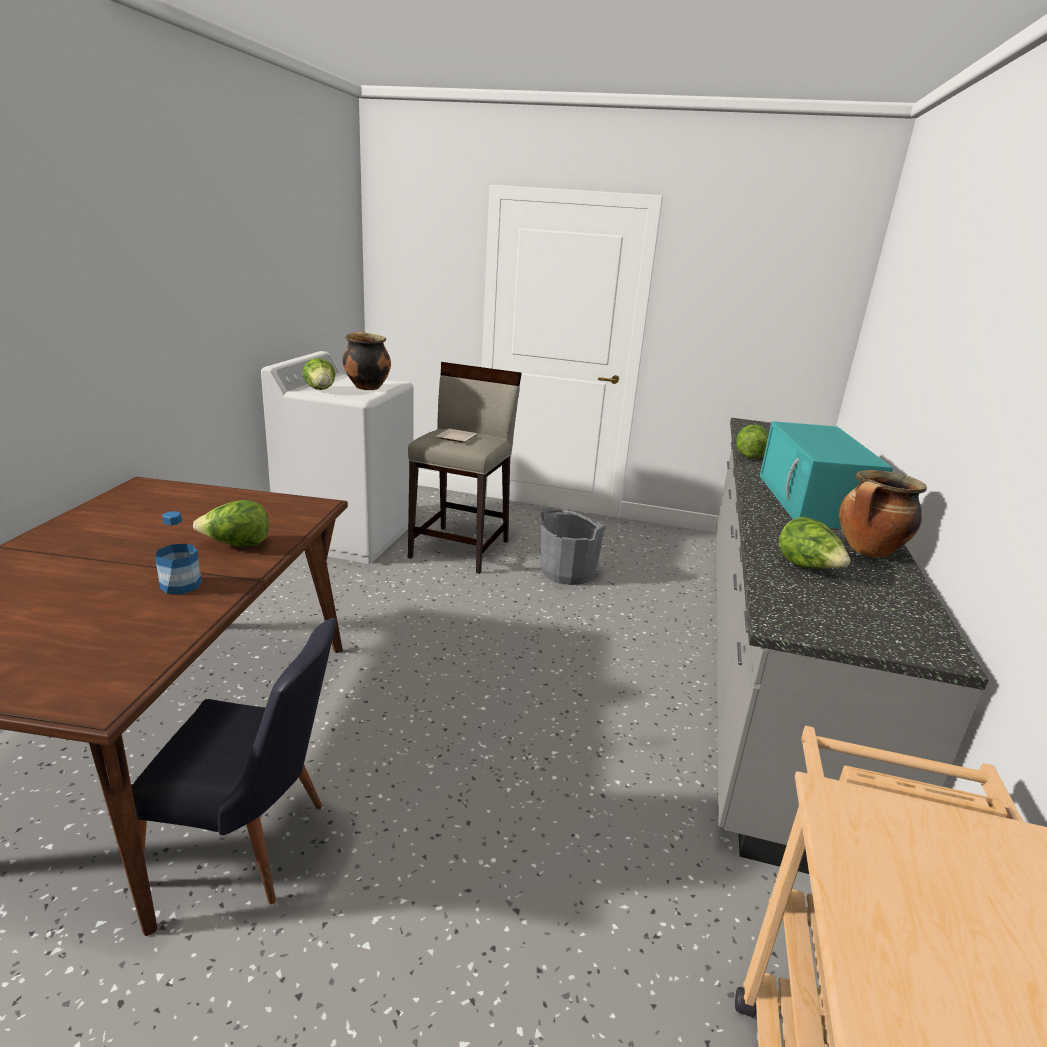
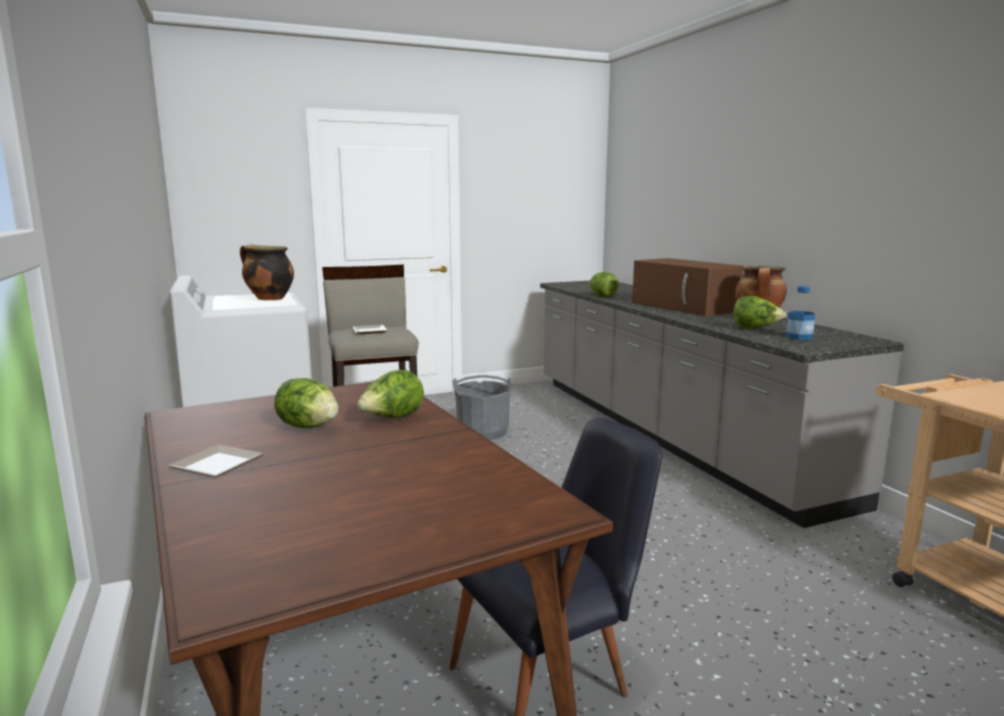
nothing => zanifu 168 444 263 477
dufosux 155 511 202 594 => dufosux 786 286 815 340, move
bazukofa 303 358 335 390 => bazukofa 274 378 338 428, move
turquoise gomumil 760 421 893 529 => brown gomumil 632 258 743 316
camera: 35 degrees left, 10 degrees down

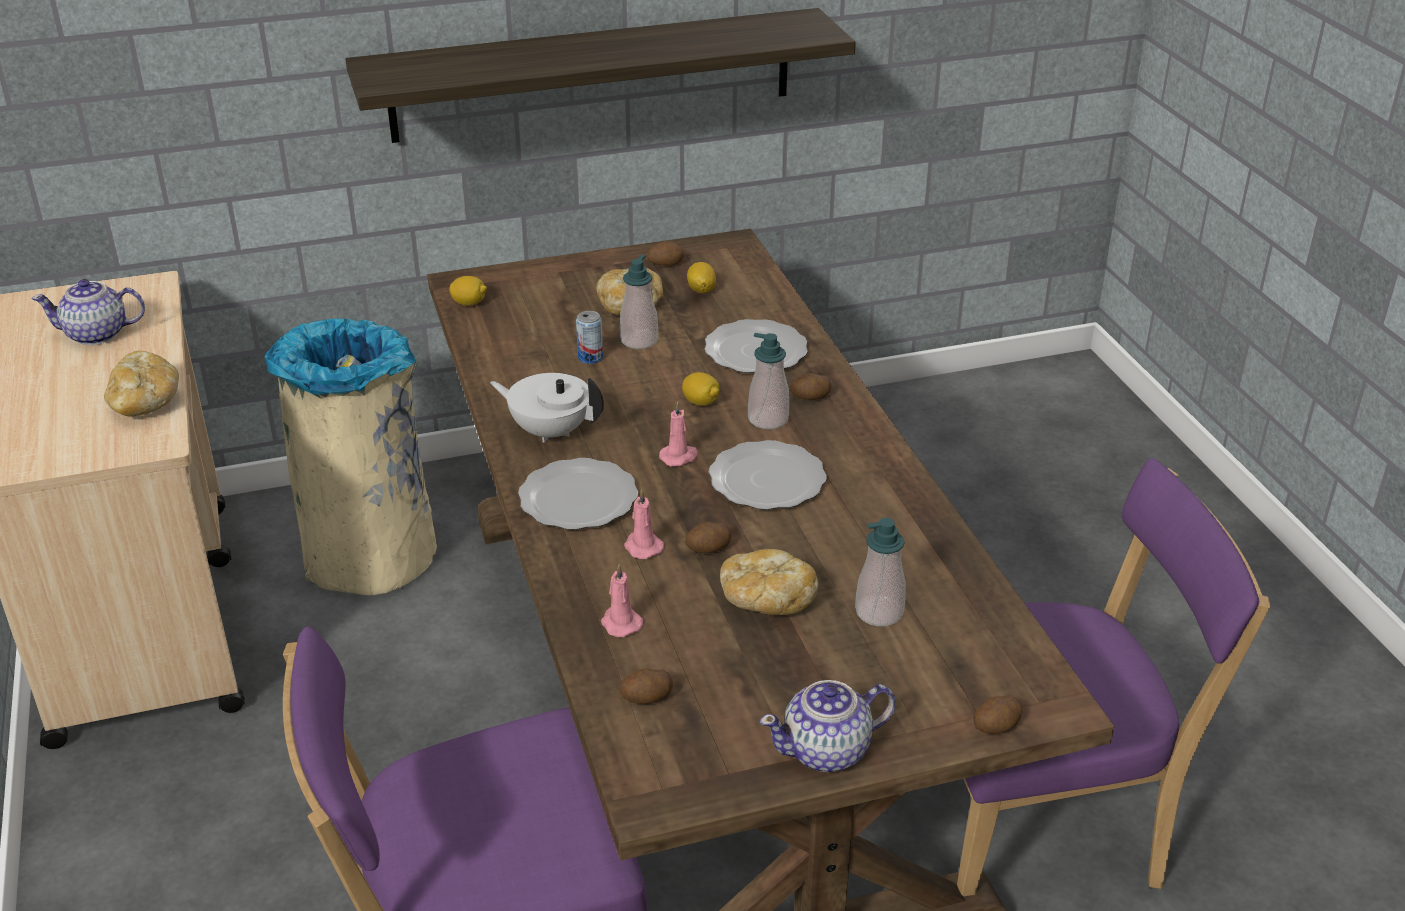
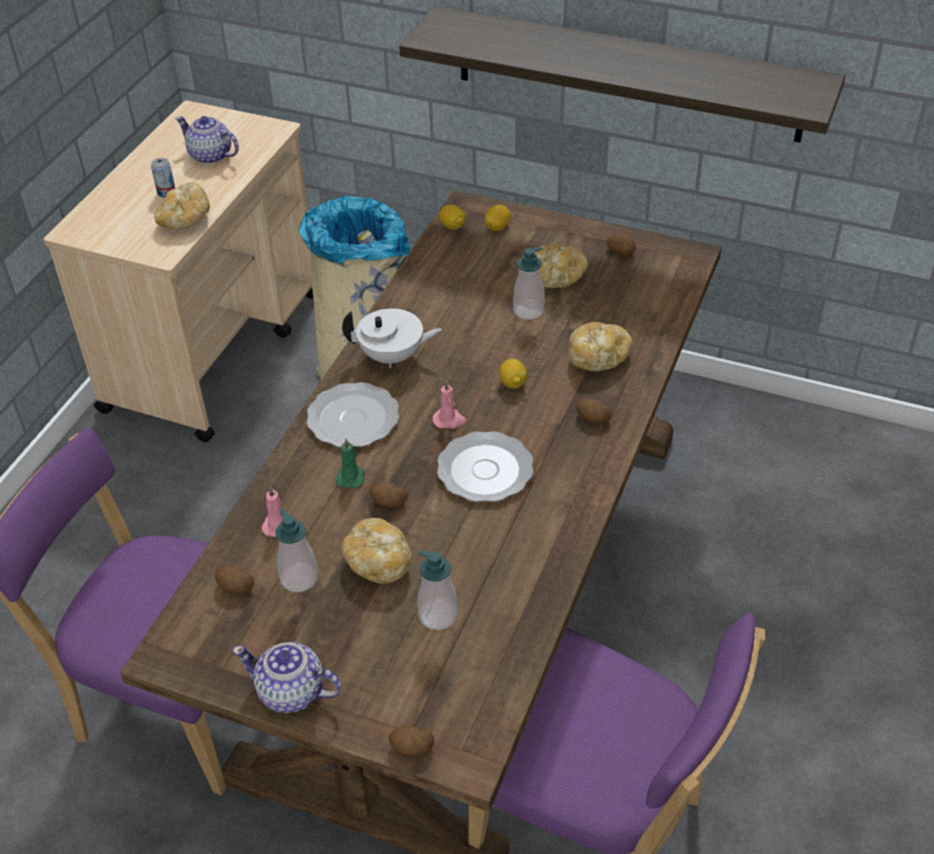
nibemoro 576 311 603 364 => nibemoro 151 158 175 197, move
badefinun 687 262 716 293 => badefinun 485 205 511 231, move
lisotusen 748 333 789 429 => lisotusen 275 508 318 592, move
zanifu 704 319 808 373 => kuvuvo 569 322 632 371
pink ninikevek 624 489 664 559 => green ninikevek 335 438 365 488
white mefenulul 490 373 604 443 => white mefenulul 342 309 442 368, 120 degrees clockwise
camera: 40 degrees right, 10 degrees up

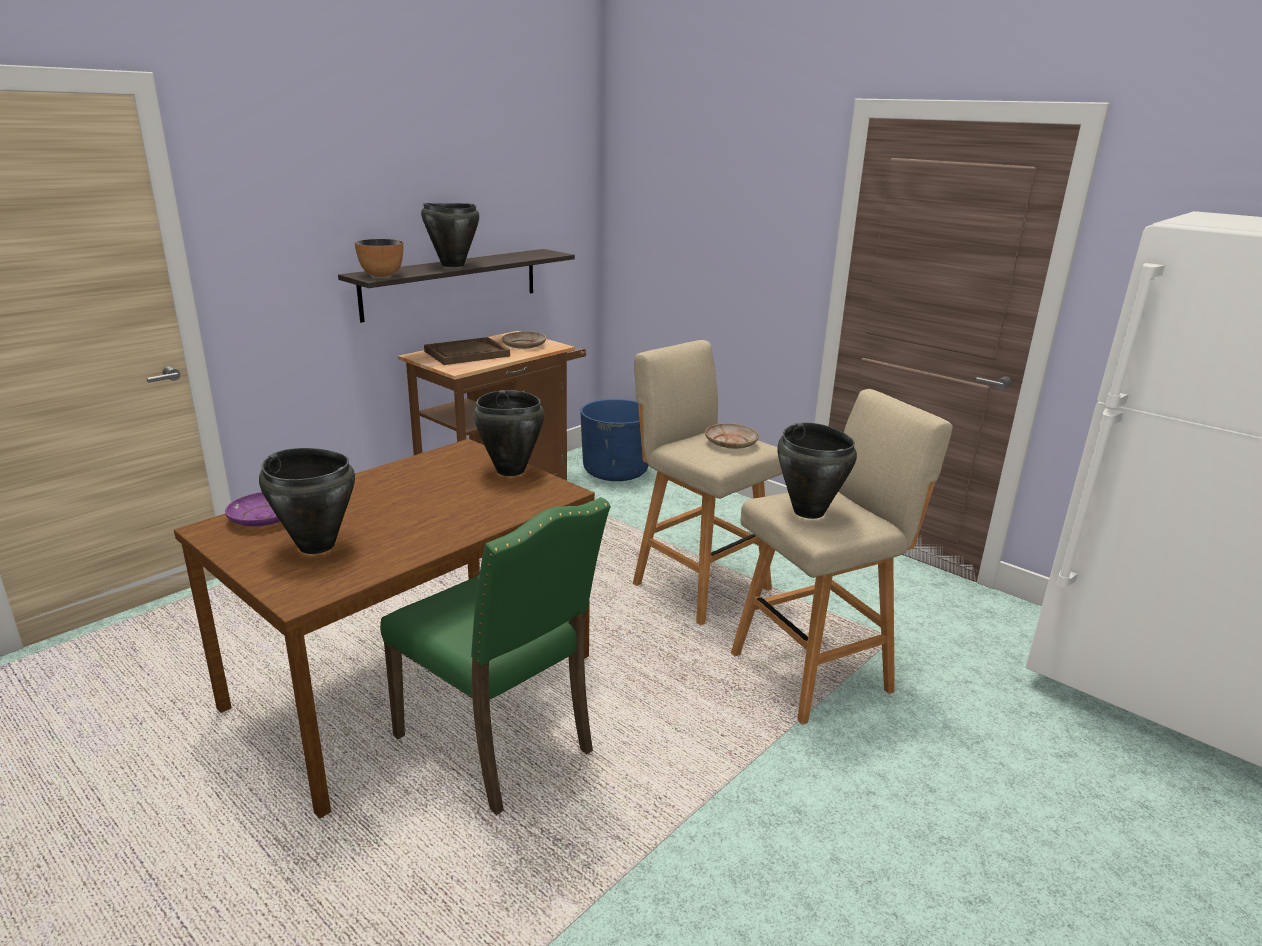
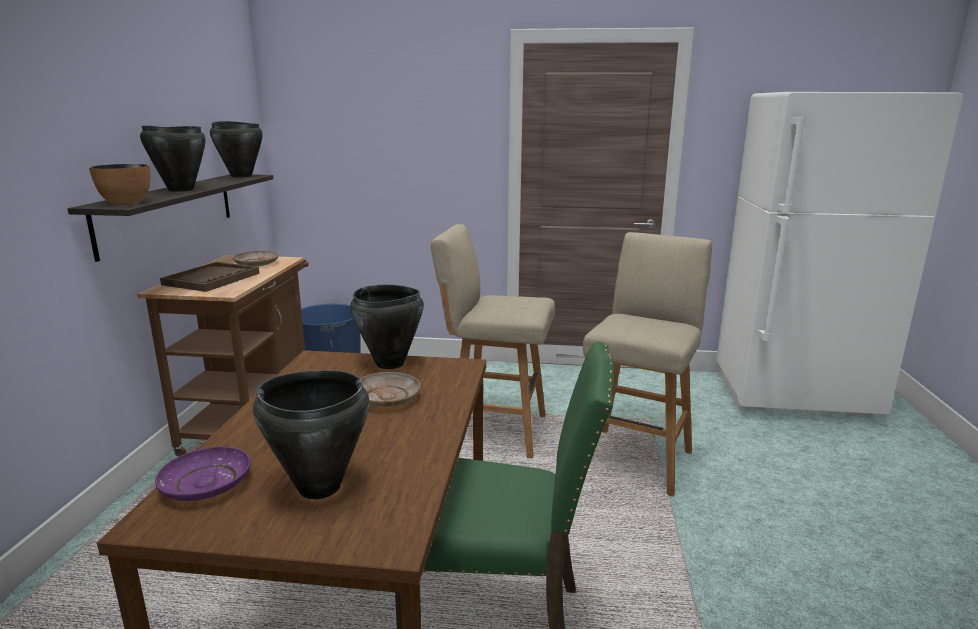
beige zanifu 705 423 759 449 => beige zanifu 361 372 421 407, move
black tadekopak 777 422 857 519 => black tadekopak 210 121 263 178, move
camera: 35 degrees left, 5 degrees down

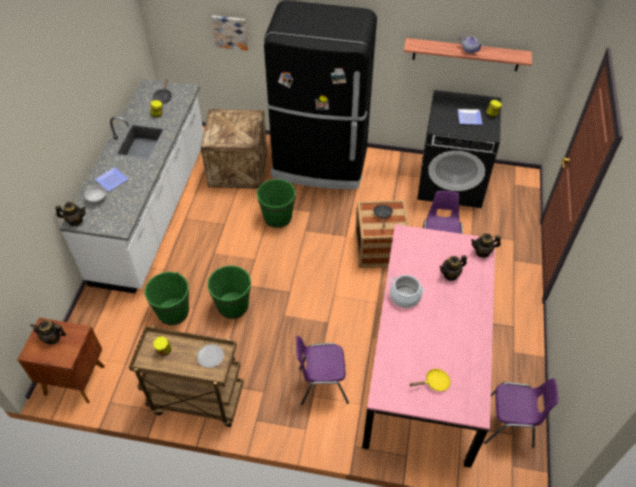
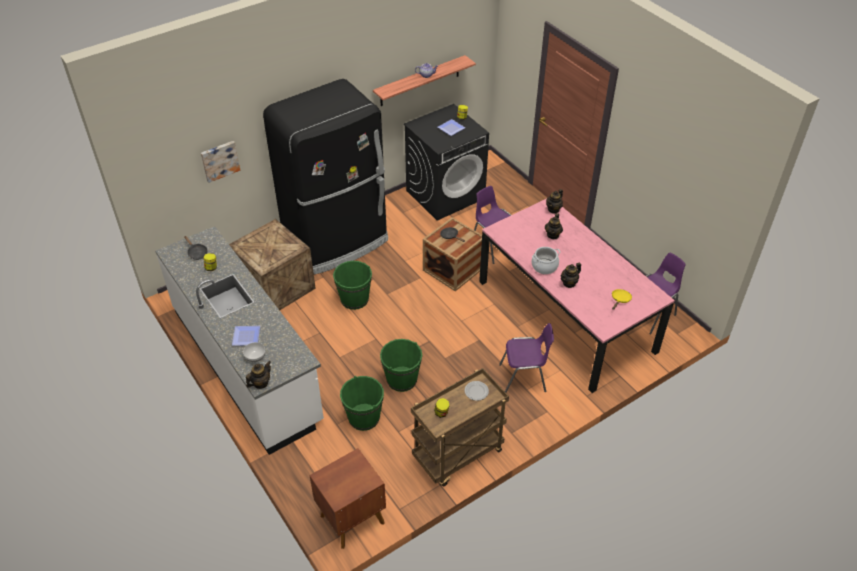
mefenulul 30 320 66 345 => mefenulul 561 263 581 288, move
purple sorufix 296 336 349 405 => purple sorufix 499 323 554 393, 135 degrees counterclockwise
camera: 45 degrees left, 5 degrees down

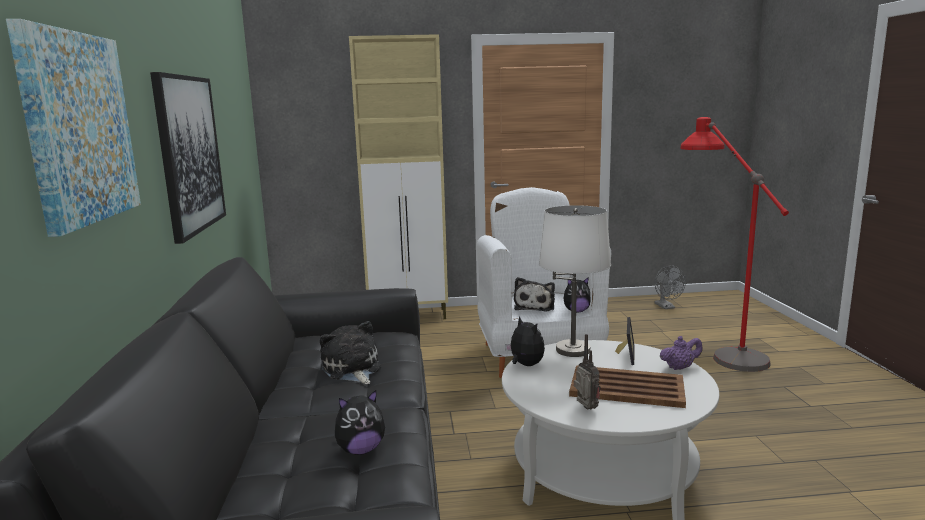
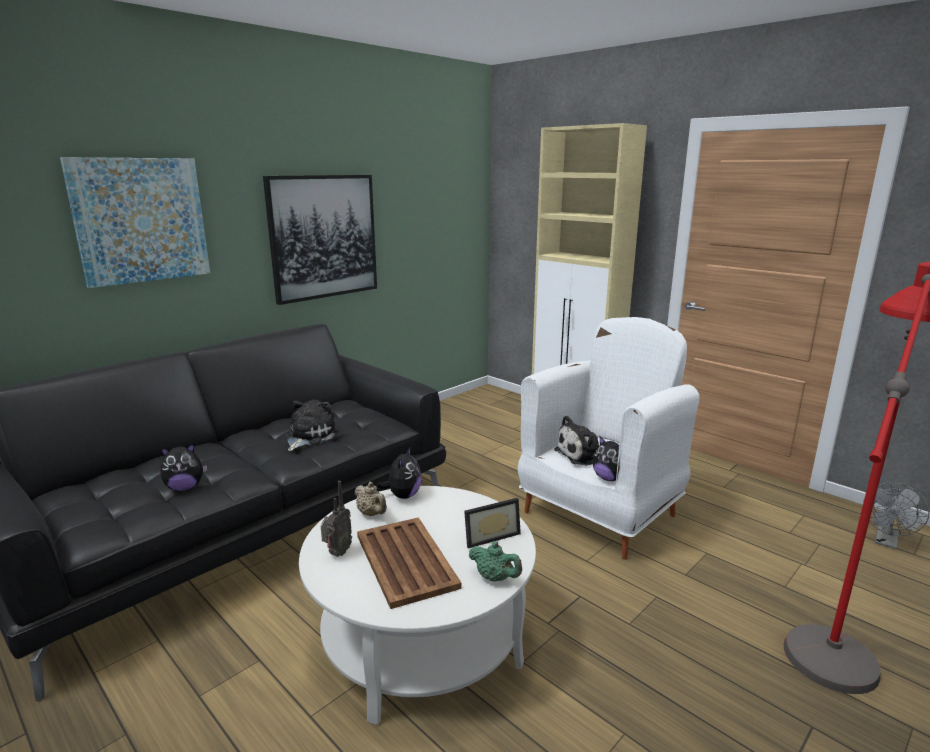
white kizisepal 539 205 611 357 => nothing
nothing => beige mefenulul 355 482 387 516
purple mefenulul 660 336 703 370 => green mefenulul 469 541 522 582
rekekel 335 390 385 455 => rekekel 161 443 207 491, 45 degrees counterclockwise
camera: 50 degrees right, 5 degrees up

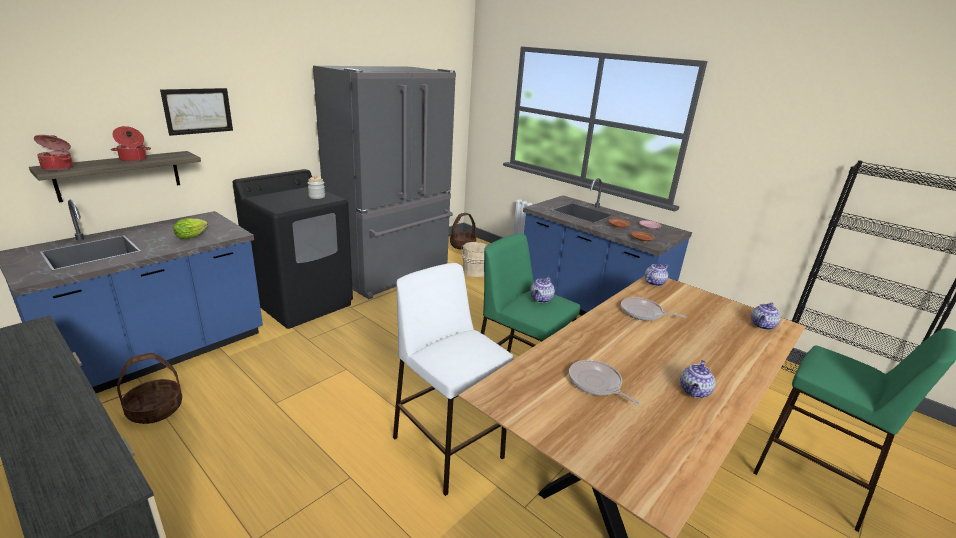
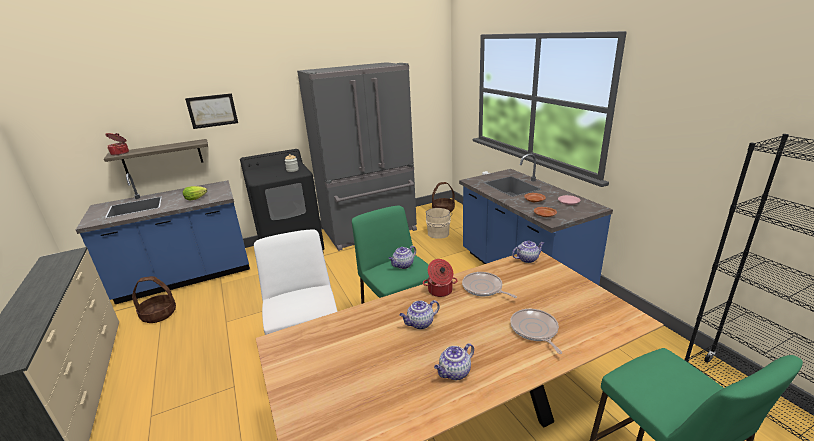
tadekopak 111 126 151 162 => tadekopak 423 259 458 297, move
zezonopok 569 360 640 405 => zezonopok 510 309 562 354, move
mefenulul 751 302 781 330 => mefenulul 399 300 440 330, move
camera: 25 degrees right, 0 degrees up

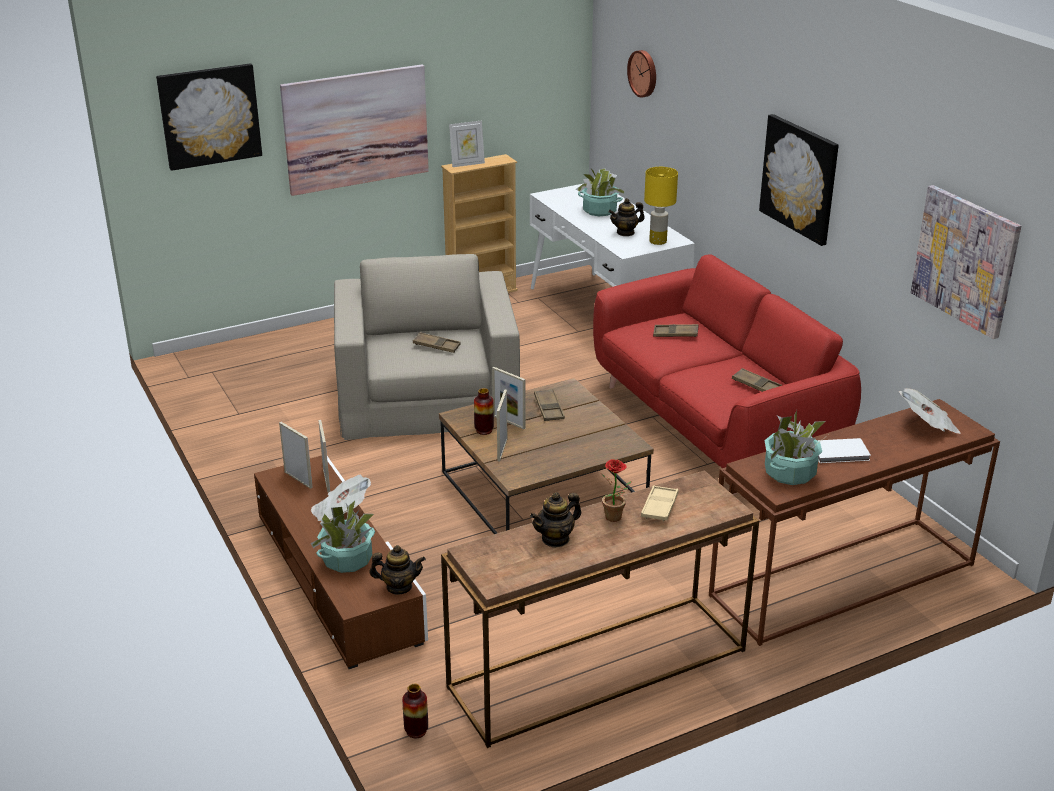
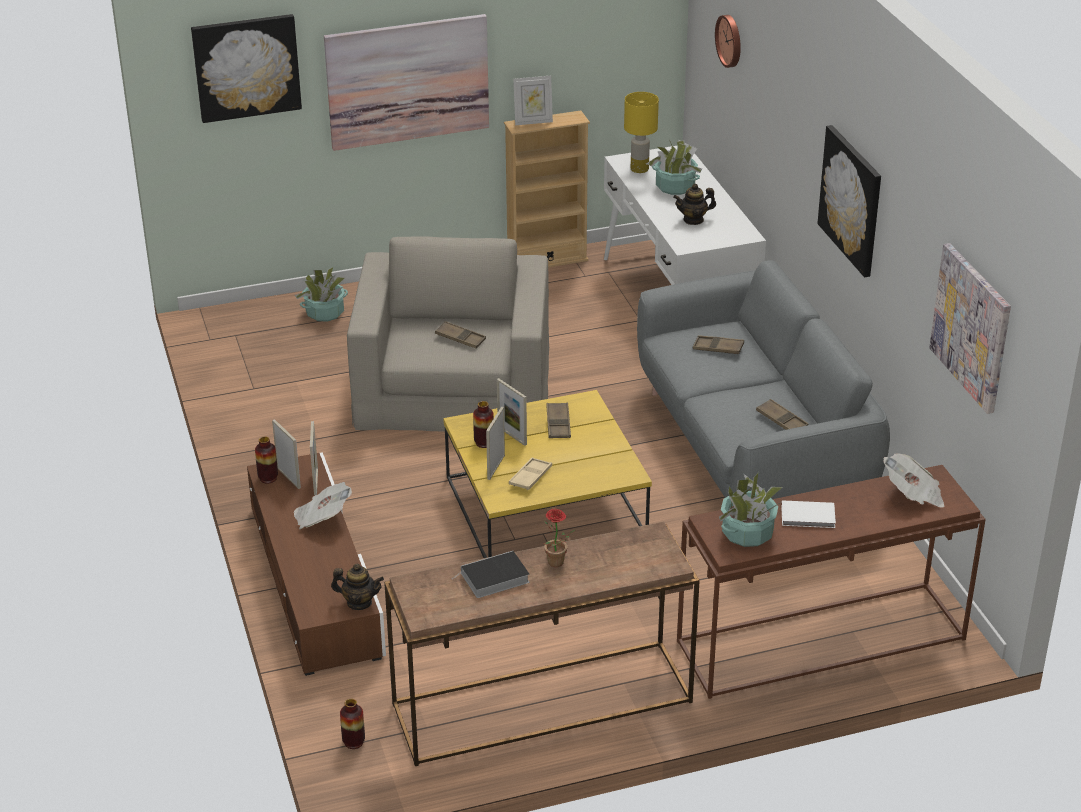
nothing => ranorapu 255 436 278 484
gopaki 311 501 375 573 => gopaki 295 267 348 321, move
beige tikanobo 641 485 679 521 => beige tikanobo 509 457 552 490, move
yellow kizisepal 644 167 678 245 => yellow kizisepal 624 92 659 173, move
mefenulul 530 492 581 548 => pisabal 453 551 529 598
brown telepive 439 378 654 534 => yellow telepive 443 390 652 558
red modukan 593 254 861 494 => grey modukan 637 260 890 499
camera: 10 degrees right, 5 degrees up

